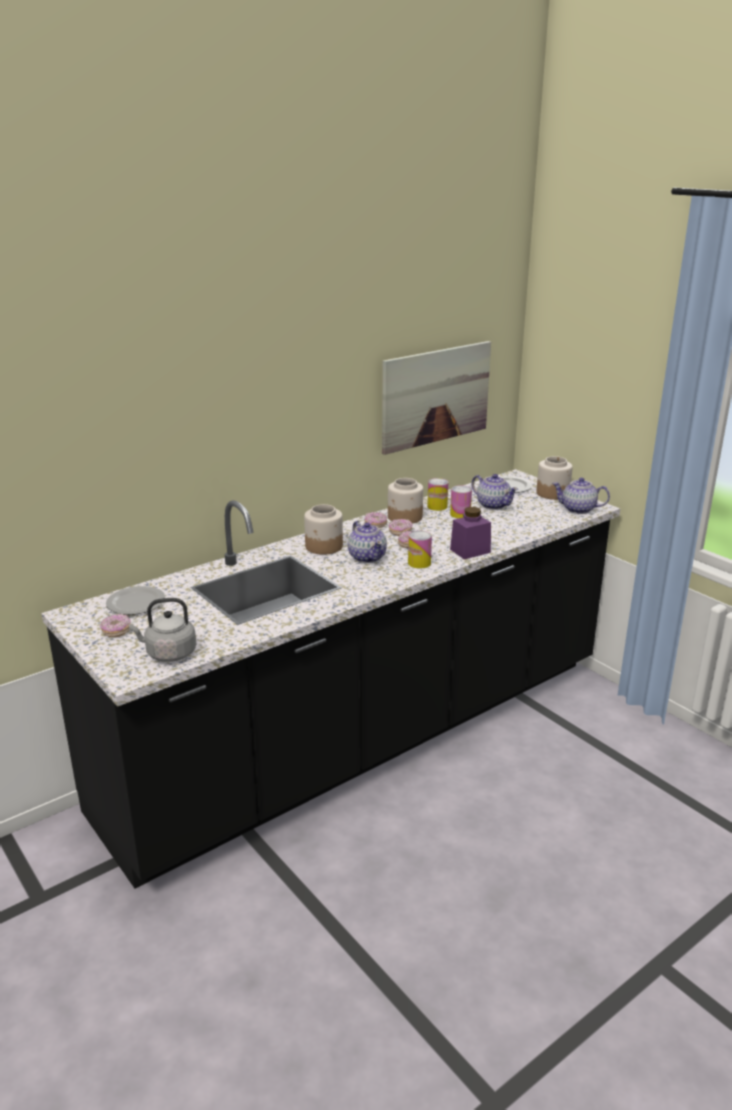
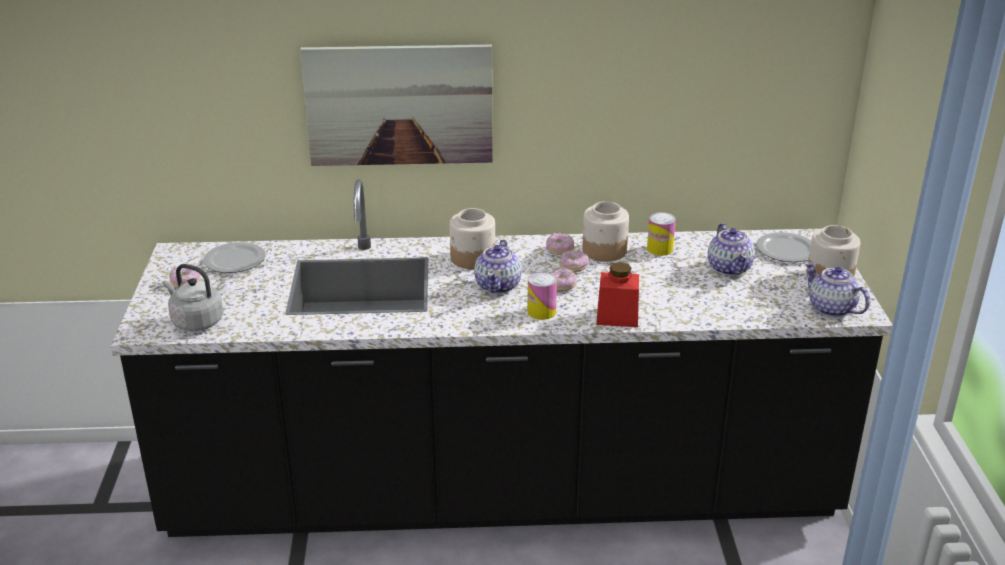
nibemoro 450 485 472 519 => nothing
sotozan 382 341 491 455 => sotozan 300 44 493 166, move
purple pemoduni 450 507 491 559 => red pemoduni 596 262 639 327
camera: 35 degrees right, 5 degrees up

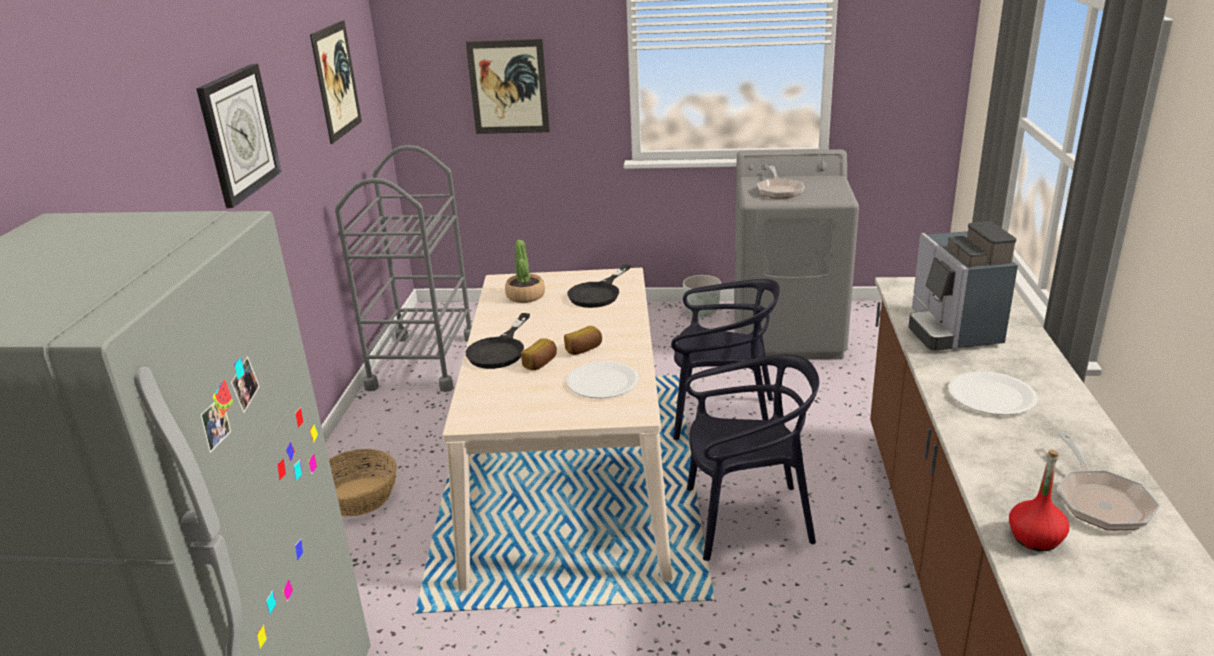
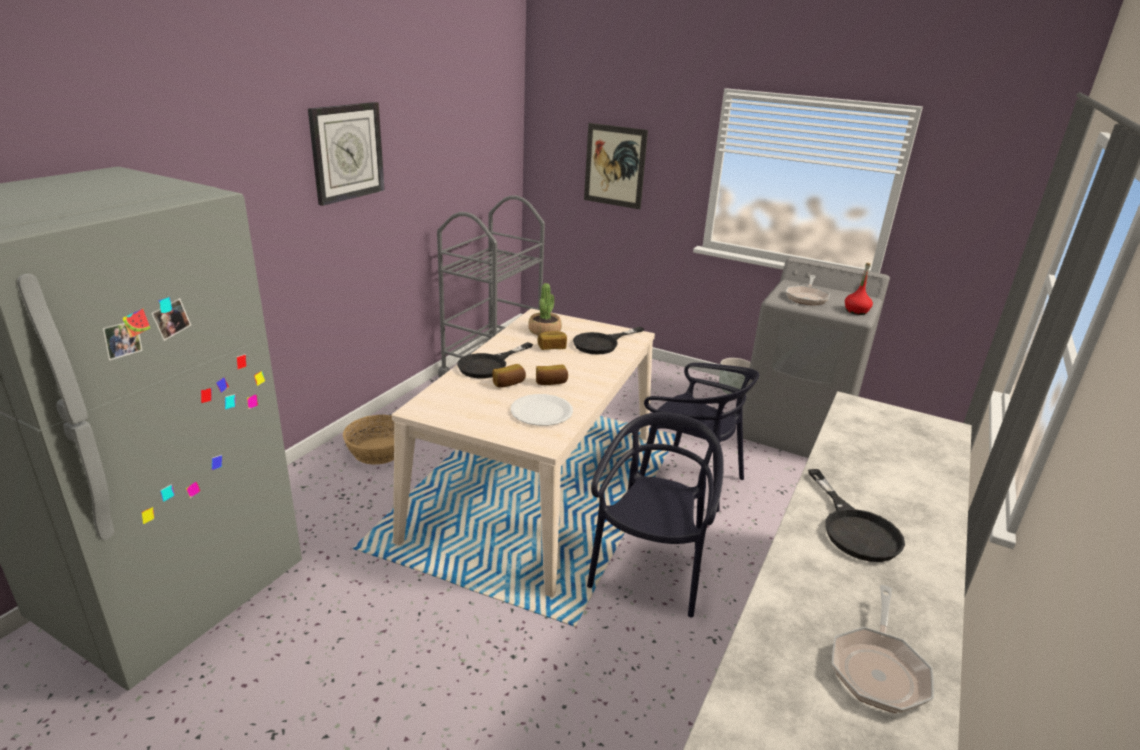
sotozan 310 20 362 144 => nothing
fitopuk 909 221 1018 351 => nothing
nothing => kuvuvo 537 331 567 350
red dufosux 1009 449 1069 551 => red dufosux 845 262 873 315, move
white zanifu 948 371 1038 415 => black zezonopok 808 469 905 562
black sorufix 685 355 819 561 => black sorufix 587 412 724 618, 90 degrees counterclockwise
camera: 20 degrees right, 0 degrees up

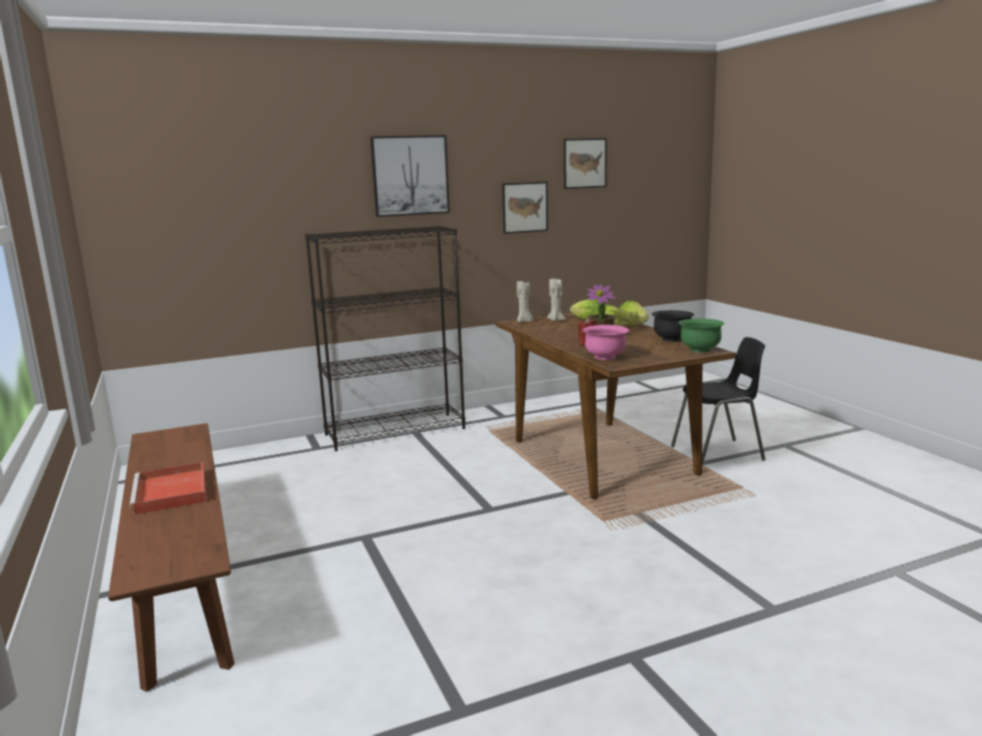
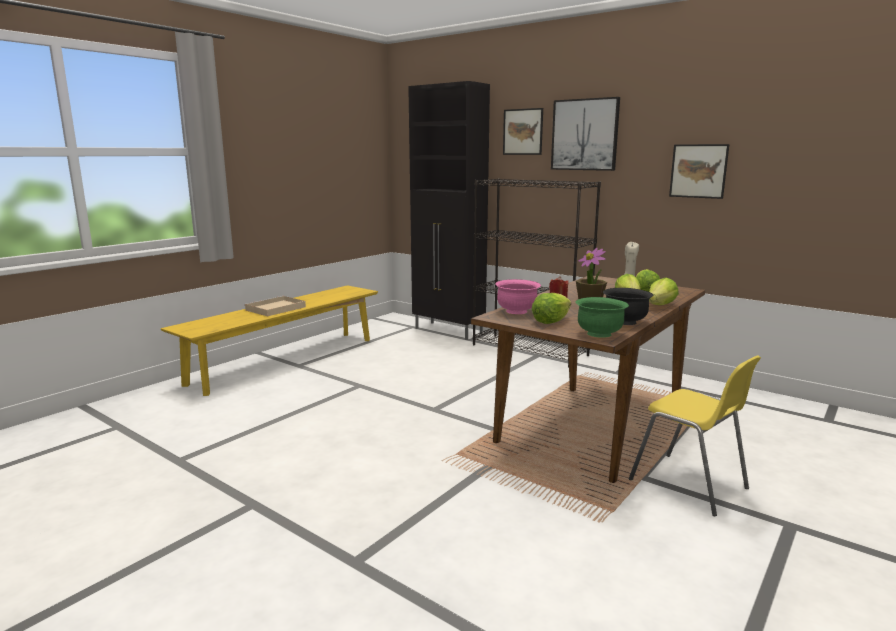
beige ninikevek 517 281 533 323 => nothing
nothing => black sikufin 408 81 490 340
nothing => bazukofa 532 293 571 324
sotozan 564 138 607 189 => sotozan 503 108 543 155, move
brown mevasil 108 423 234 692 => yellow mevasil 161 285 378 396
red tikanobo 129 462 207 515 => beige tikanobo 244 296 306 316
black sorufix 671 337 765 466 => yellow sorufix 629 356 761 516
camera: 60 degrees right, 0 degrees up

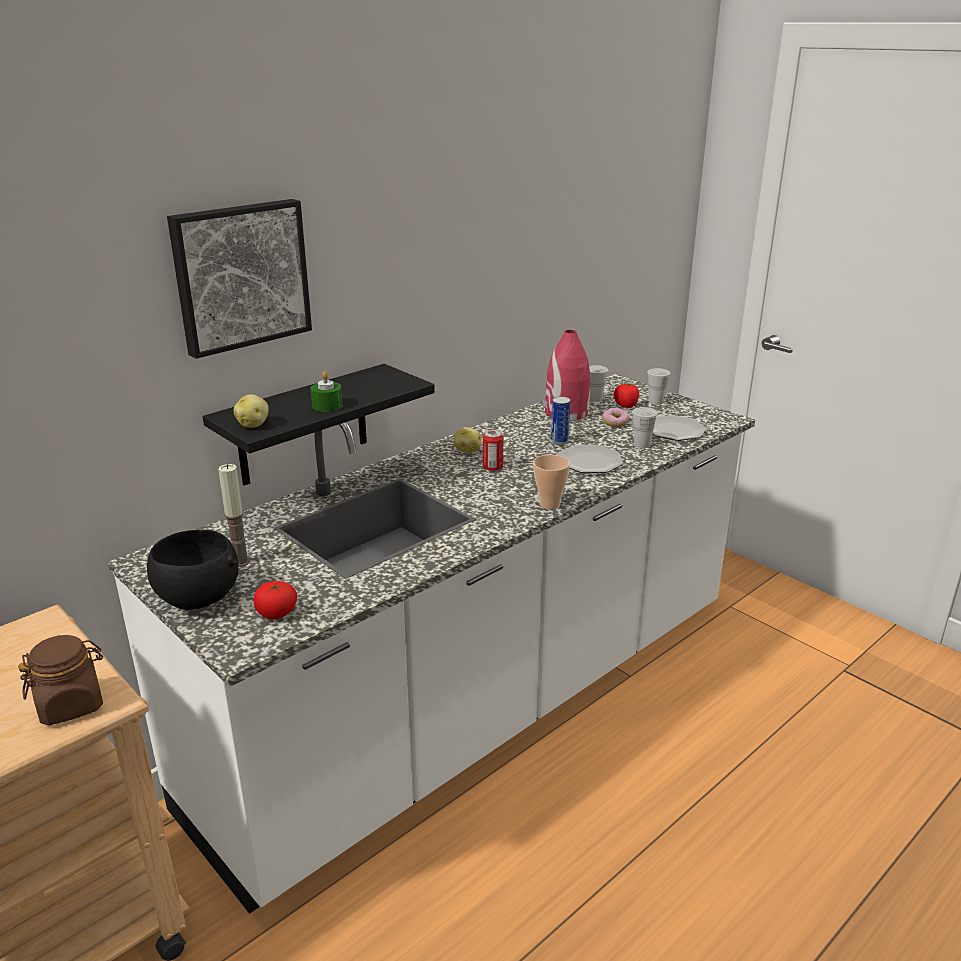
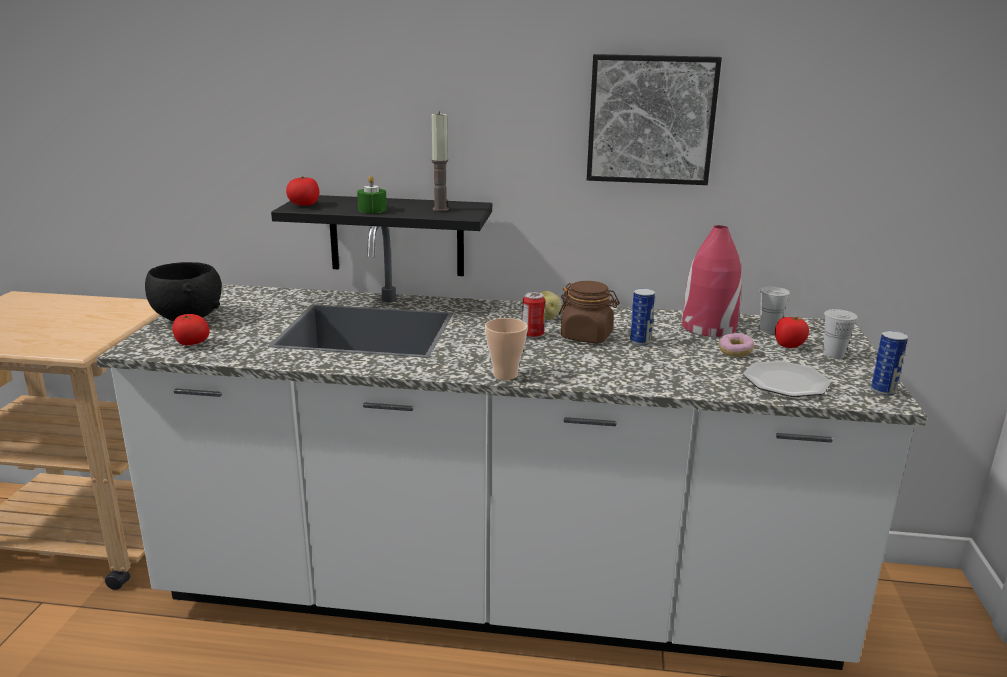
zanifu 558 445 623 473 => nothing
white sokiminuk 632 407 658 448 => nothing
nothing => nibemoro 871 330 908 396
brown pemoduni 18 635 103 725 => brown pemoduni 559 281 620 343, move
sotozan 167 199 312 359 => sotozan 587 54 722 185, move
ninikevek 218 464 250 567 => ninikevek 431 111 449 211, move
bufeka 234 394 269 428 => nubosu 286 177 320 206
camera: 50 degrees right, 5 degrees down

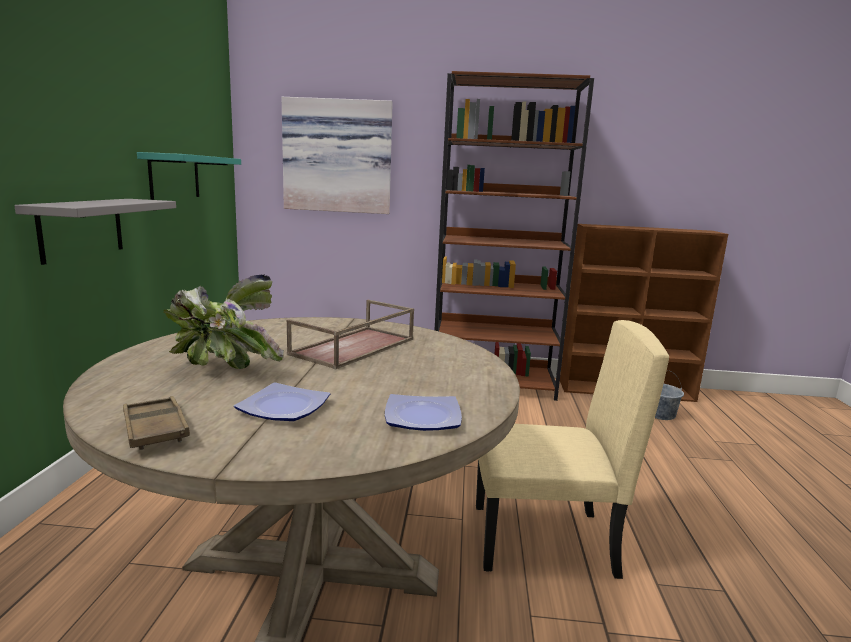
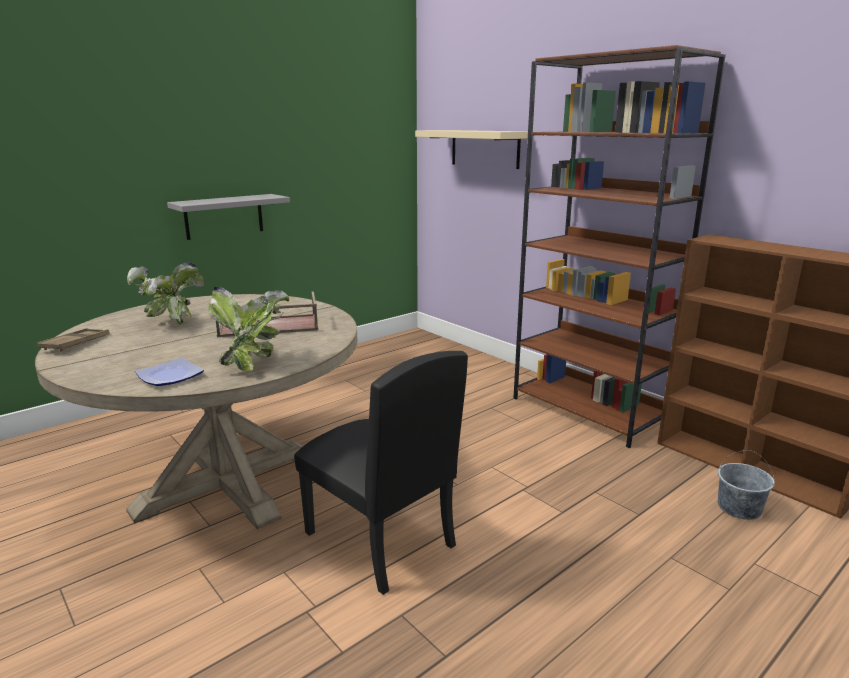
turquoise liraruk 137 152 241 200 => nothing
zanifu 234 382 330 421 => nothing
nothing => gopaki 208 286 289 371
sotozan 282 97 393 214 => beige liraruk 415 130 528 169
beige sorufix 476 320 669 579 => black sorufix 294 351 468 595
camera: 45 degrees right, 5 degrees up

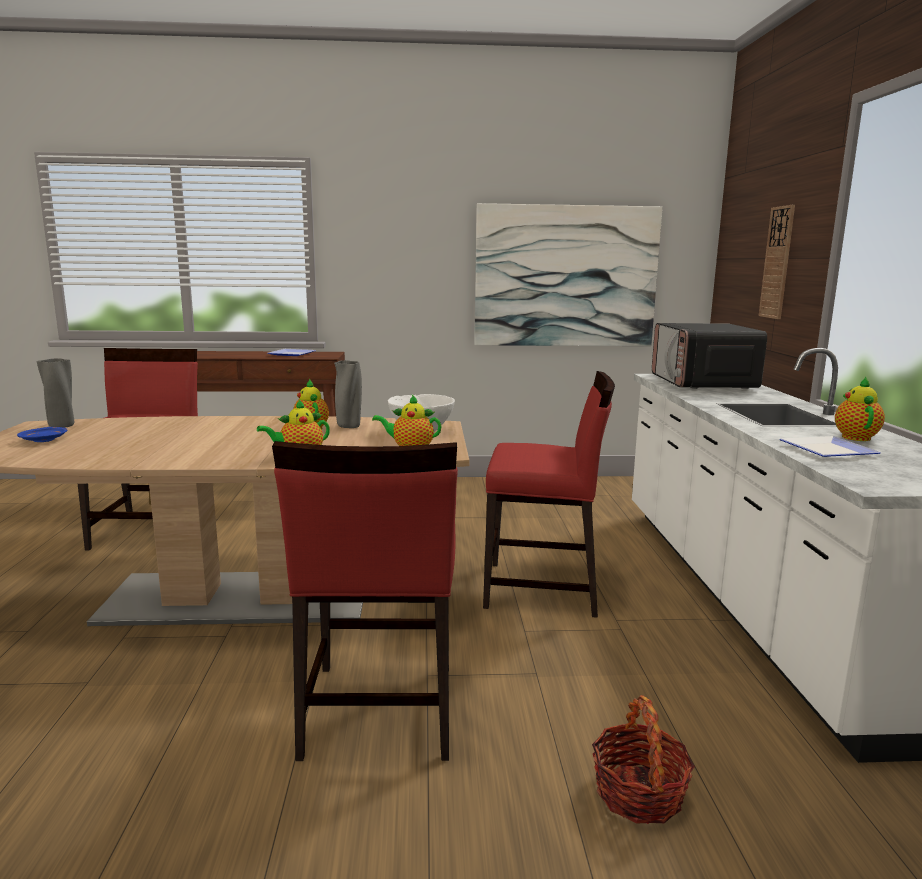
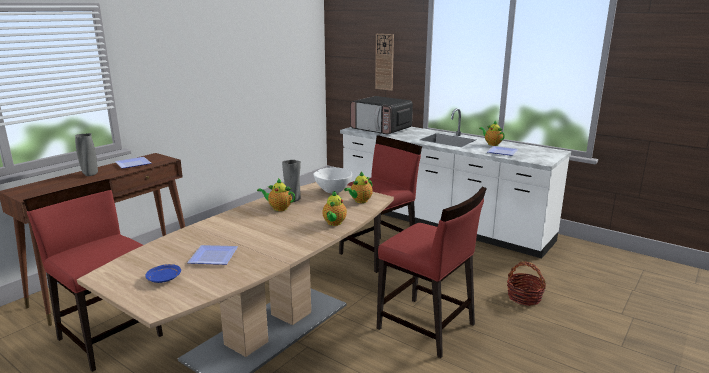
sotozan 474 203 663 346 => nothing
nothing => zanifu 187 245 238 265
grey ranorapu 36 358 74 428 => grey ranorapu 75 133 98 176, move
camera: 50 degrees left, 5 degrees up

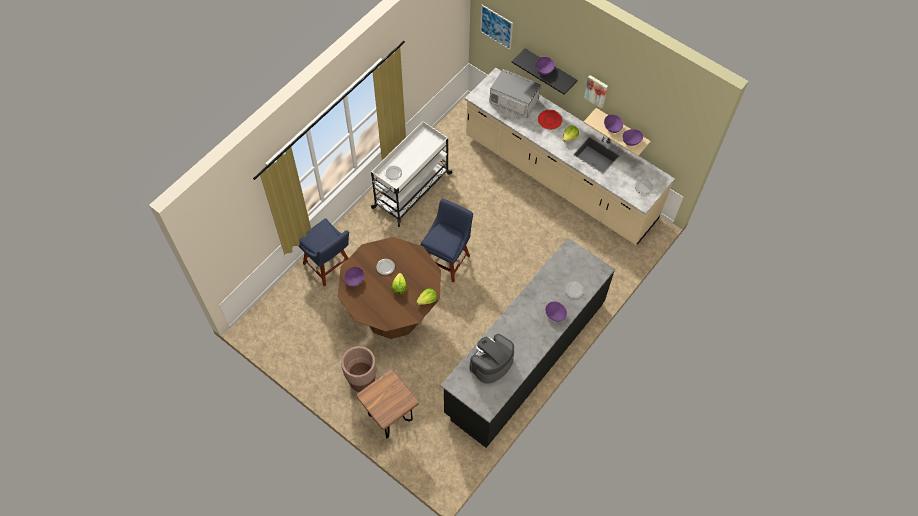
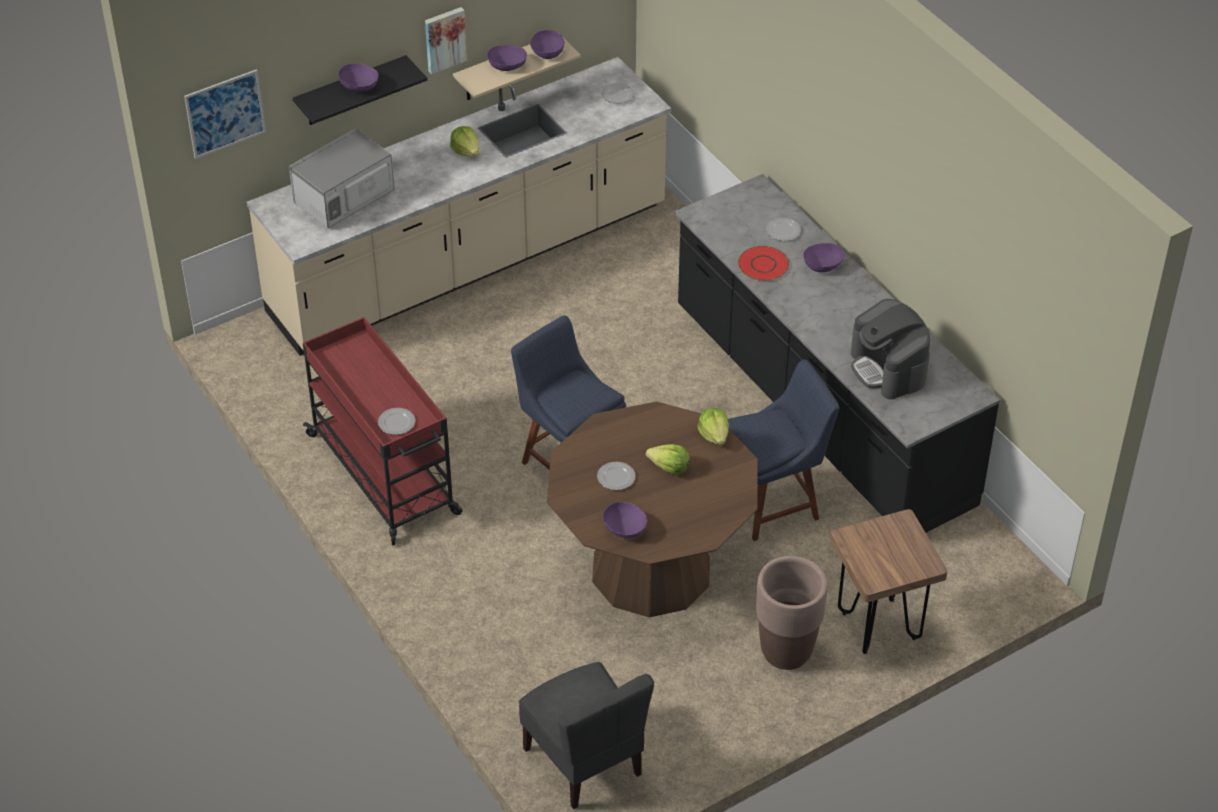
nothing => grey sorufix 519 662 654 809
blue sorufix 299 218 349 287 => blue sorufix 728 359 839 541, move
red zanifu 538 110 562 130 => red zanifu 738 246 789 281, move
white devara 371 121 453 227 => red devara 303 317 462 545
camera: 70 degrees left, 15 degrees down

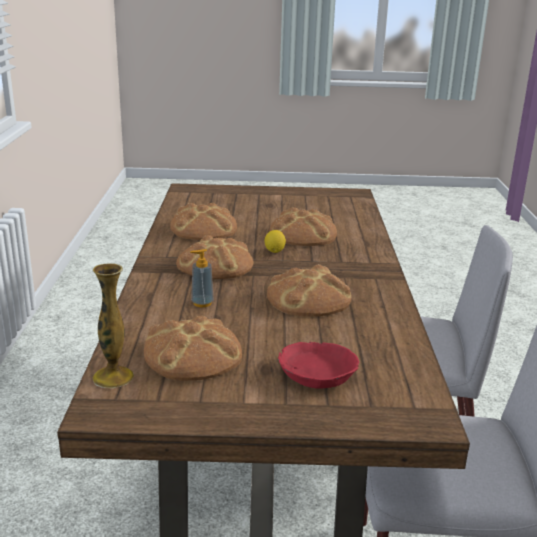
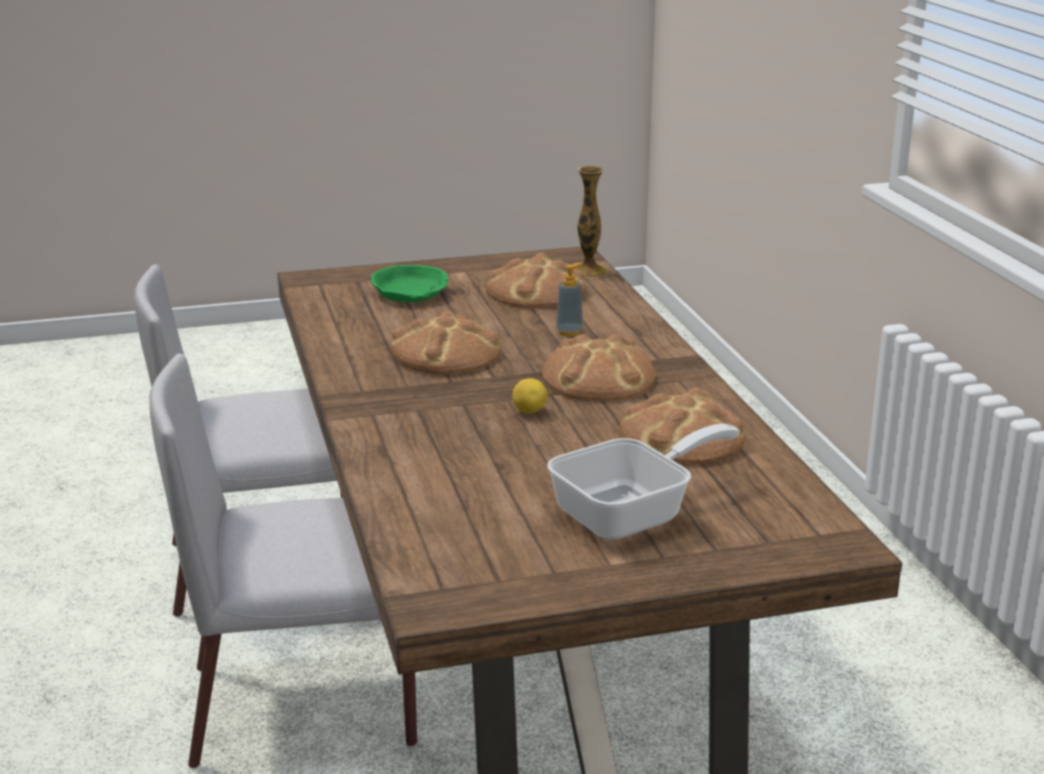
kuvuvo 269 207 337 246 => nothing
nothing => zezonopok 547 424 739 540
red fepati 278 342 360 389 => green fepati 371 265 448 302
camera: 165 degrees right, 0 degrees up

